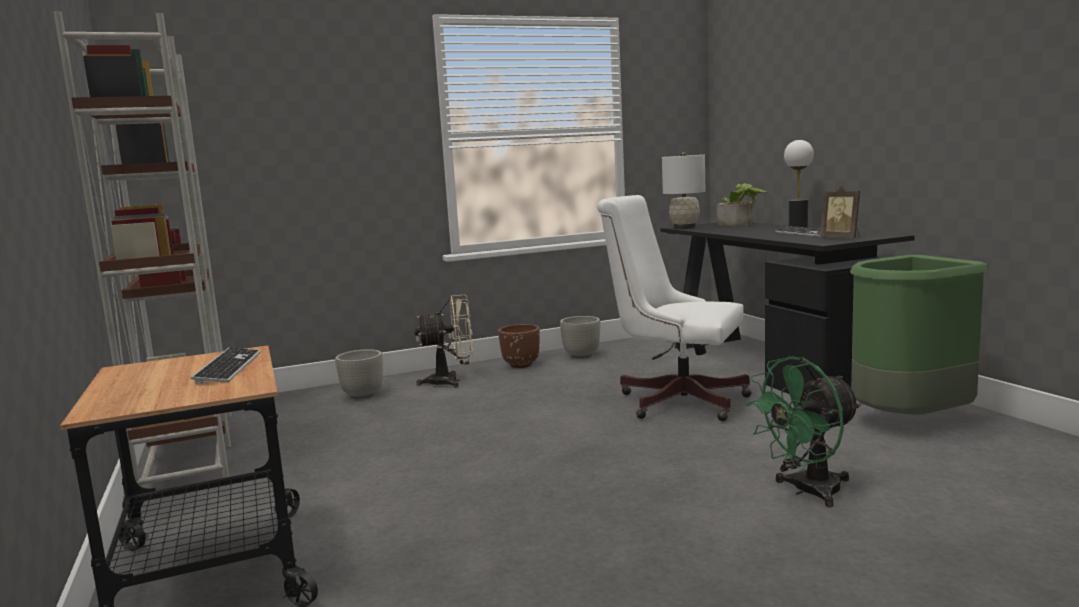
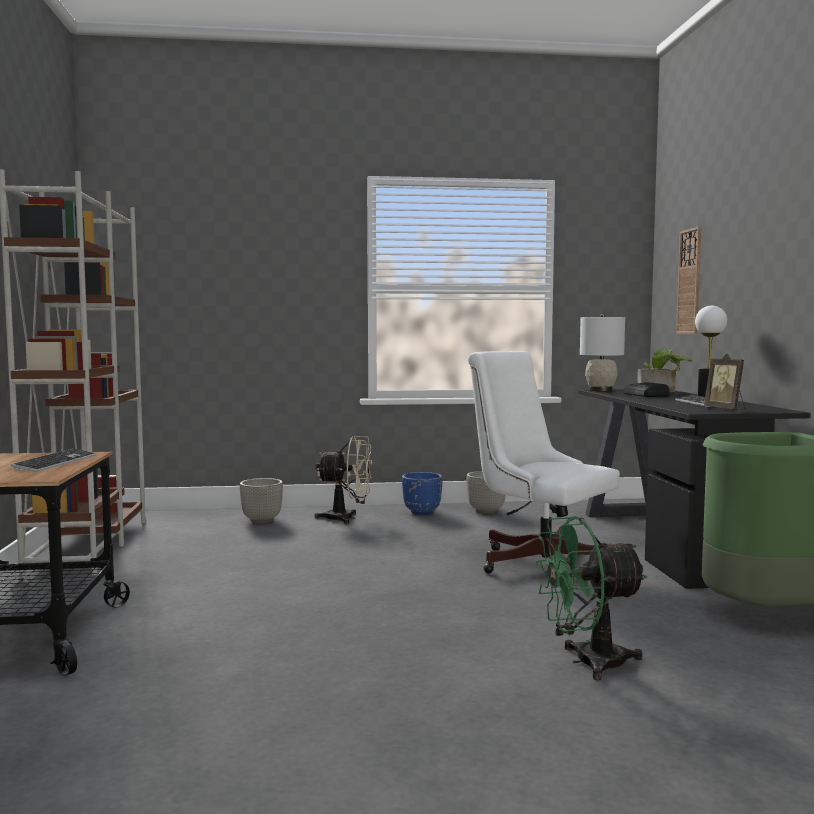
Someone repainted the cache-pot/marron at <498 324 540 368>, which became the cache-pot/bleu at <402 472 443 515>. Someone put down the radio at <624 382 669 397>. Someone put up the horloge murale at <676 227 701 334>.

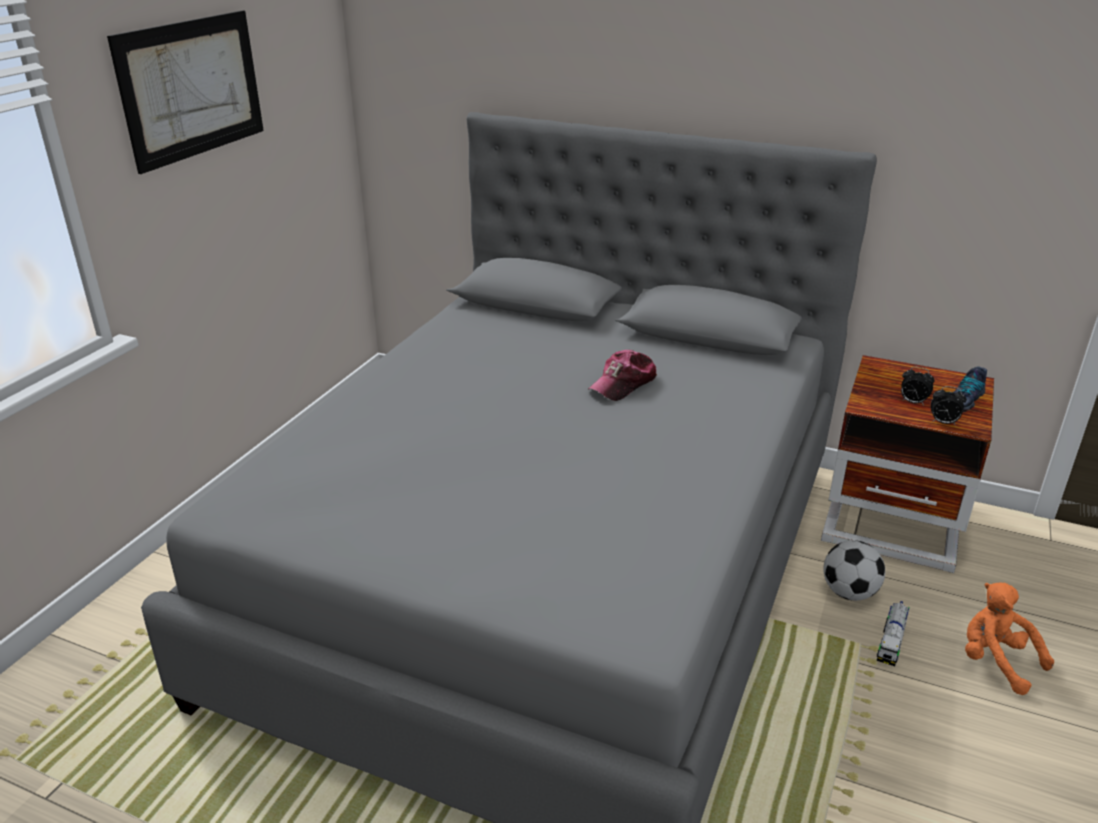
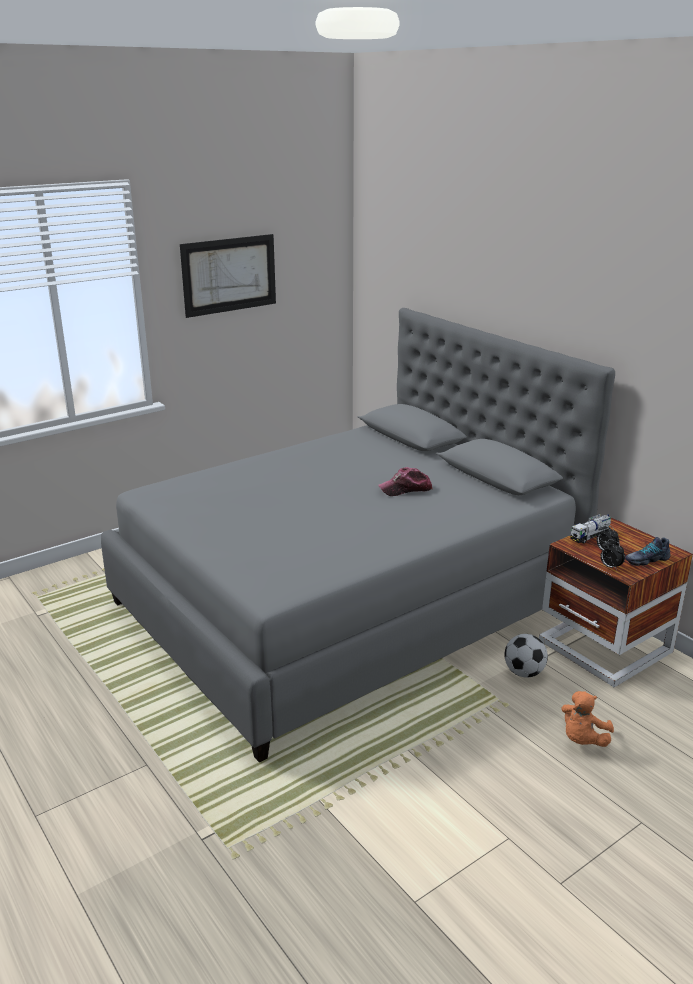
Someone carried the camion jouet from <877 601 909 666> to <570 513 611 544>. Someone rotated the peluche/orange at <965 582 1054 695> by 135 degrees counterclockwise.

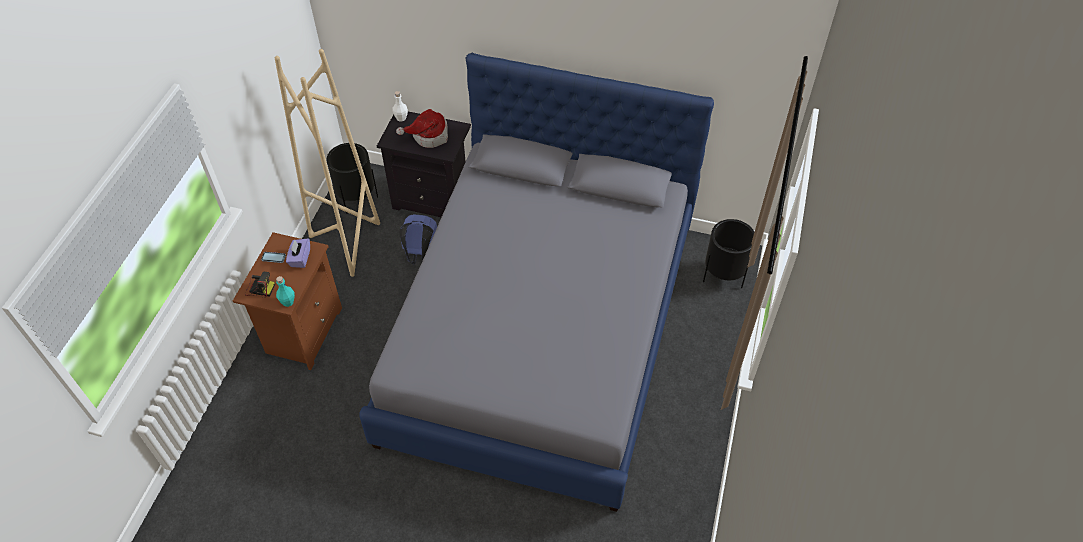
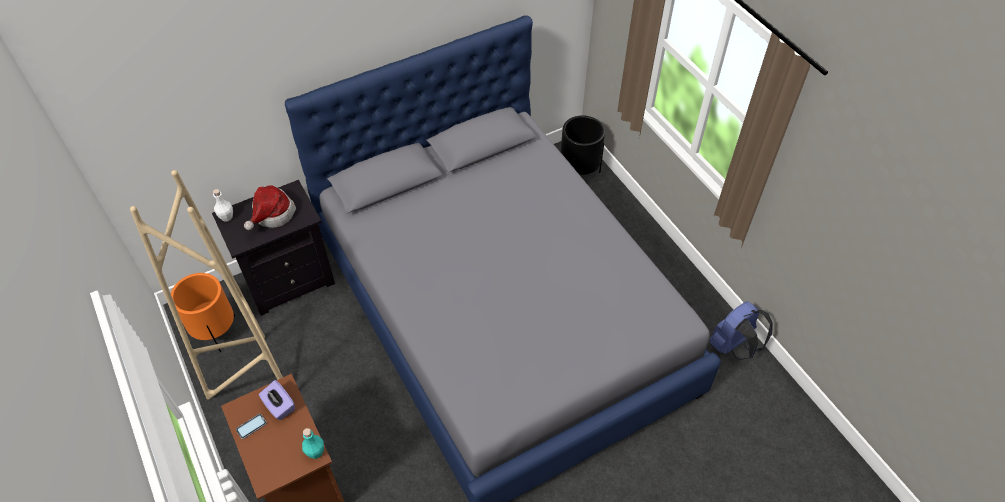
Someone took away the appareil photo at <246 272 275 297>. Someone repainted the cache-pot/noir at <327 143 378 214>, which became the cache-pot/orange at <171 273 235 352>. Someone carried the sac à dos/bleu from <399 214 437 264> to <709 301 773 360>.

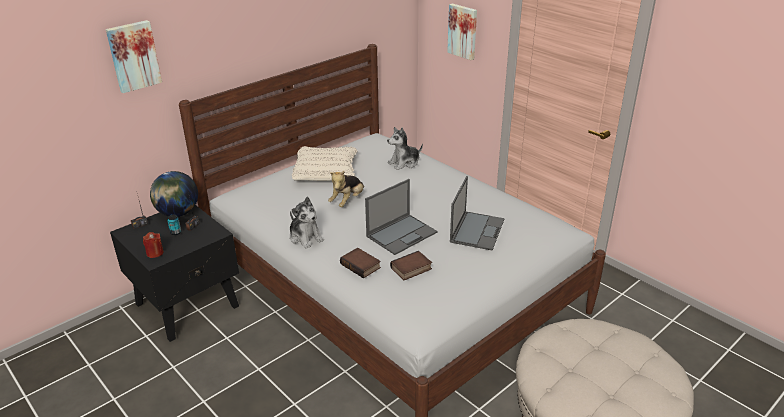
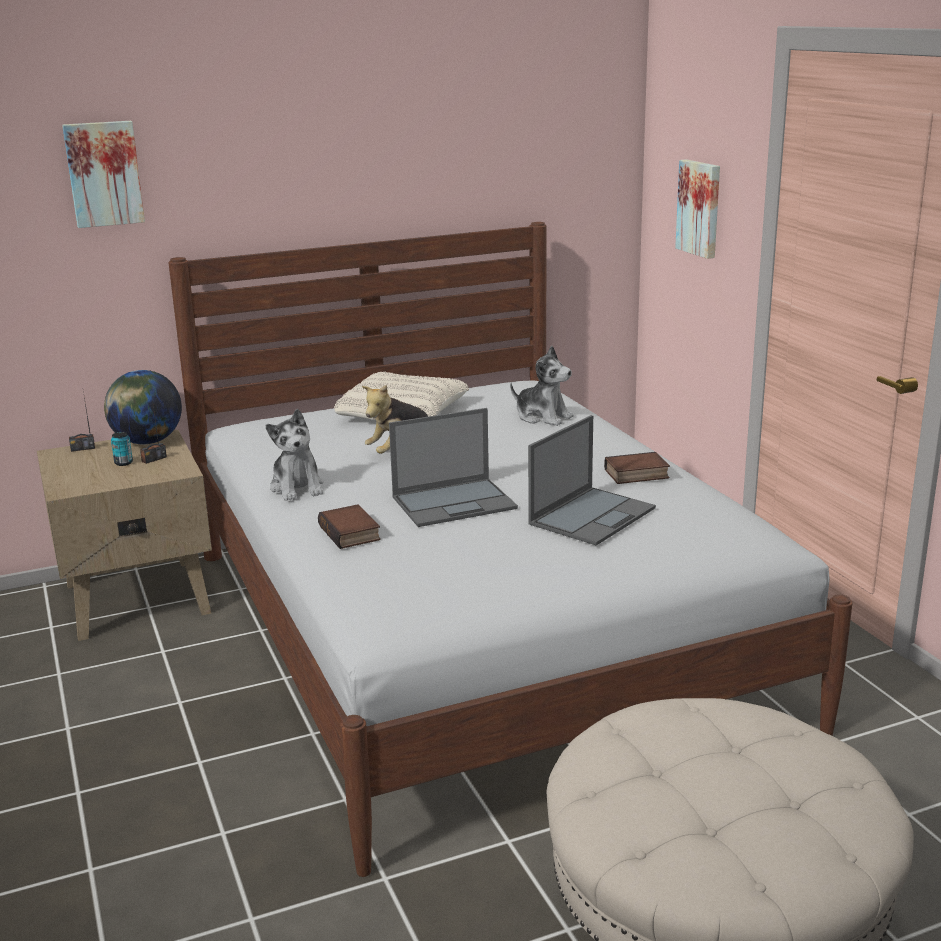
Someone repainted the table de chevet/noir at <110 205 239 342>, which became the table de chevet/beige at <37 430 212 641>. Someone took away the bougie/rouge at <143 232 164 258>. Someone rotated the peluche at <387 127 423 170> by 135 degrees counterclockwise. Someone carried the livre from <390 251 432 280> to <604 452 670 484>.

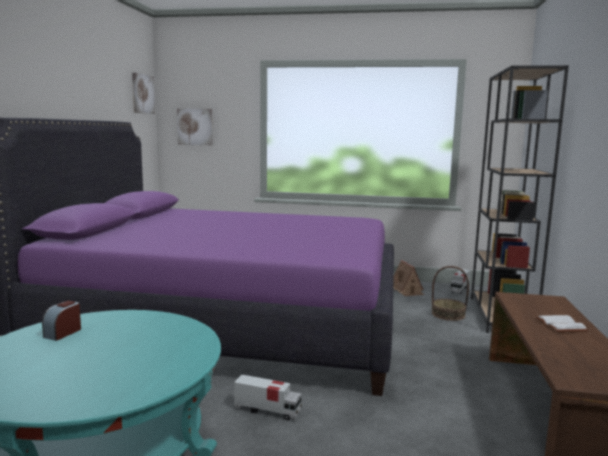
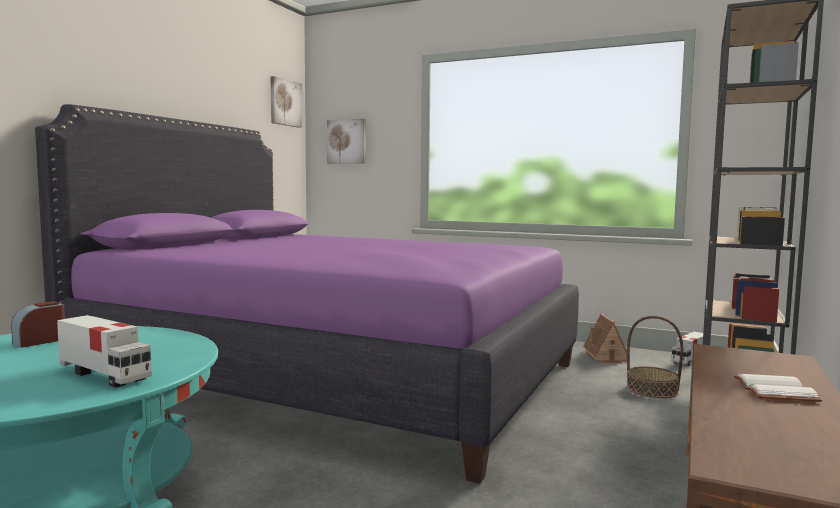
Someone carried the camion jouet from <234 375 302 420> to <57 315 152 388>.

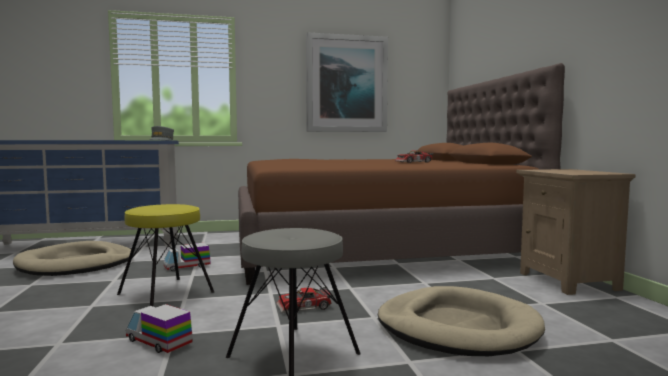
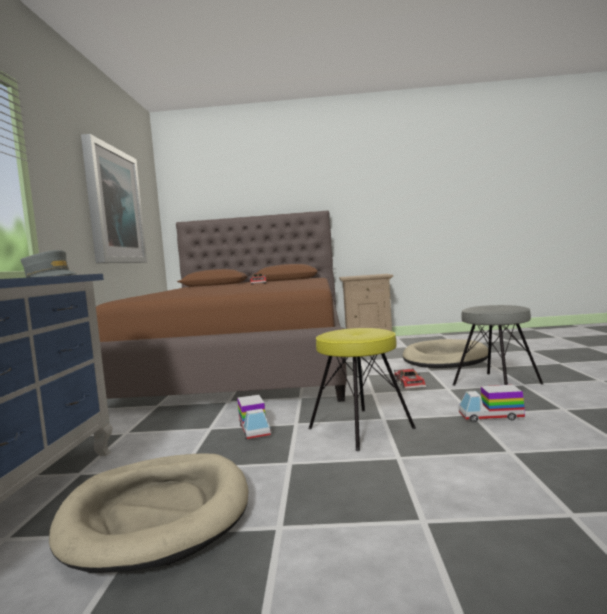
Someone rotated the camion jouet at <126 304 192 353> by 45 degrees clockwise.

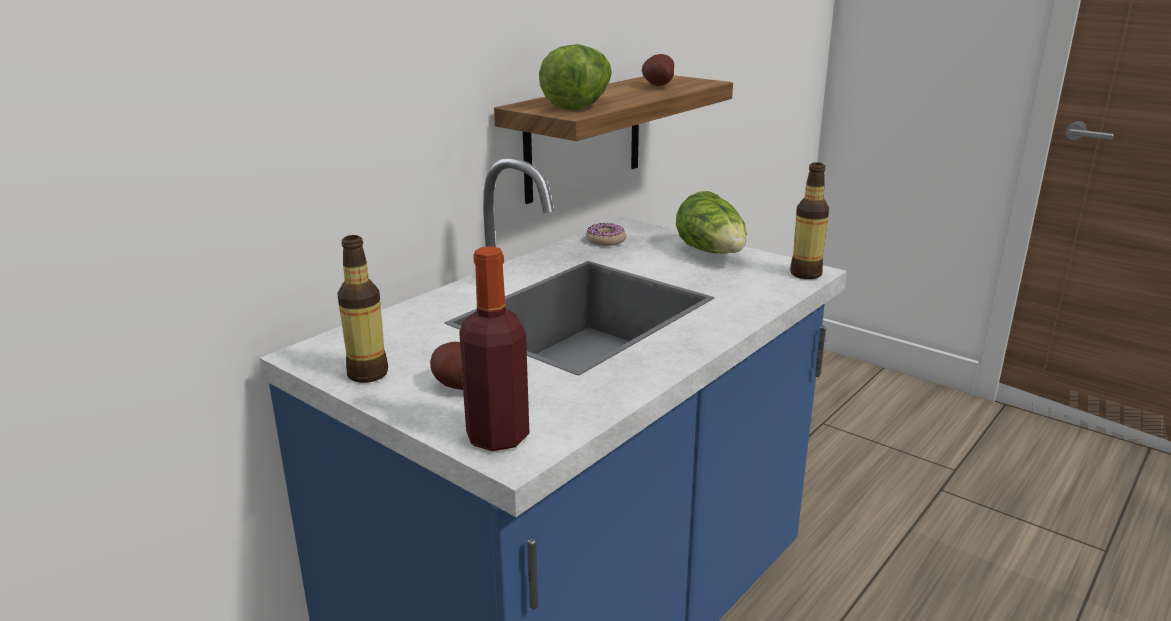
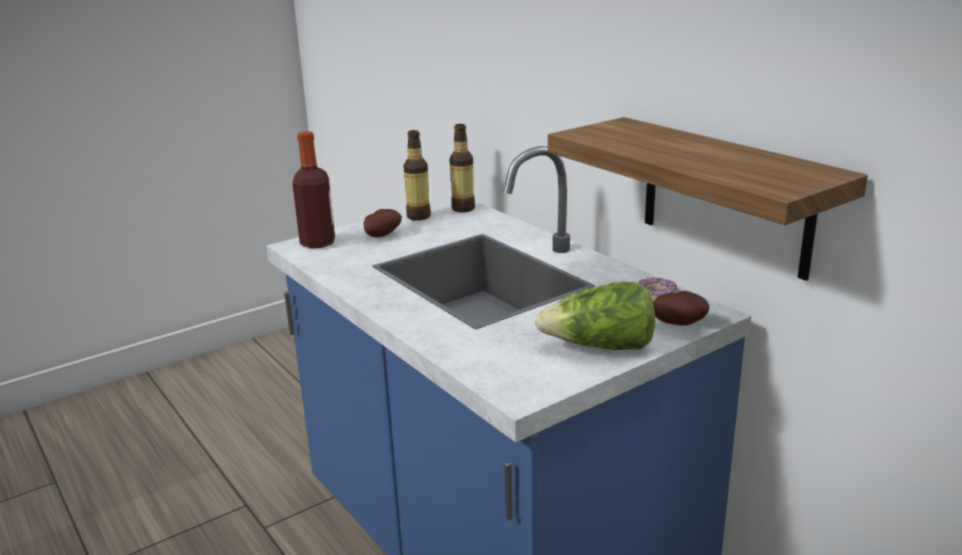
Someone took away the laitue at <539 44 612 110>. Someone carried the pomme de terre from <642 54 674 86> to <653 291 710 326>. Someone carried the bouteille from <790 162 829 279> to <449 124 475 212>.

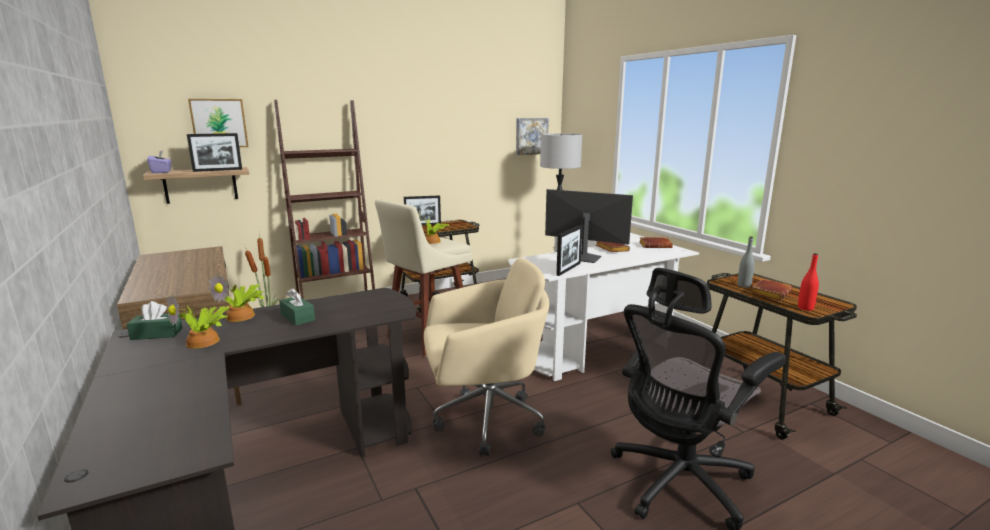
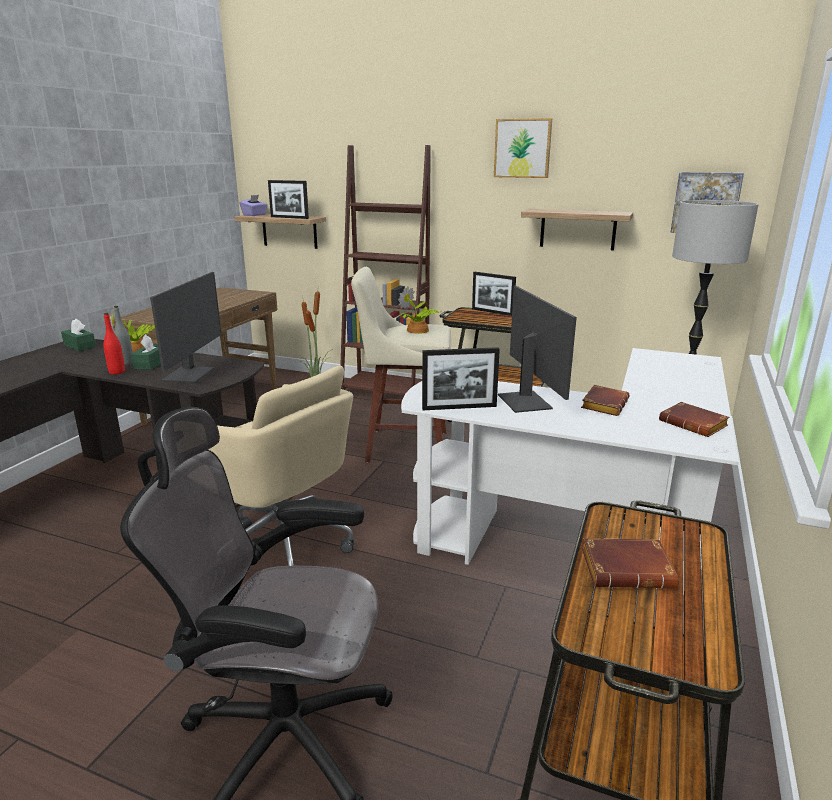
Someone took away the plante en pot at <167 294 229 349>. Someone carried the tableau from <188 99 248 147> to <494 118 552 178>. Someone carried the bouteille/gris from <738 236 755 288> to <114 306 133 365>. Someone carried the bouteille/rouge from <798 253 819 311> to <103 313 125 375>. Someone put down the écran d'ordinateur at <150 272 222 383>. Someone put up the étagère at <521 209 633 250>.

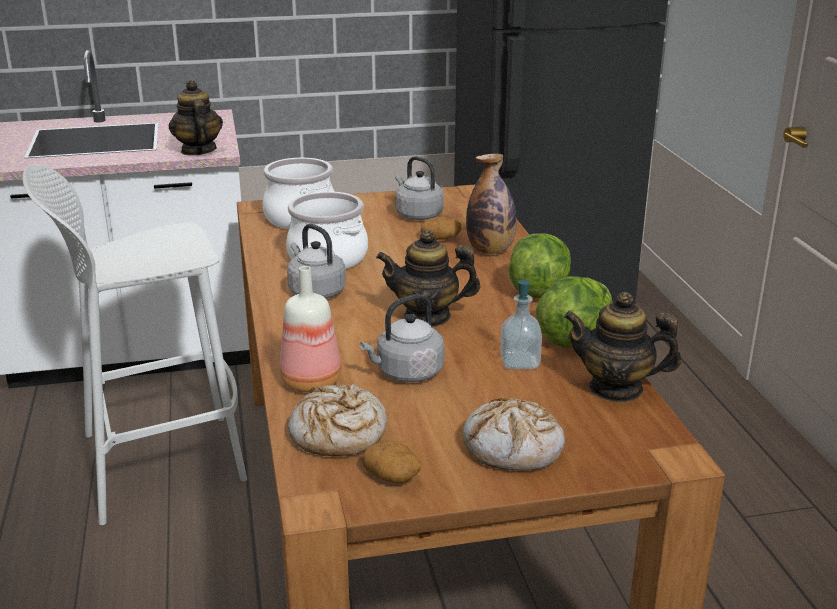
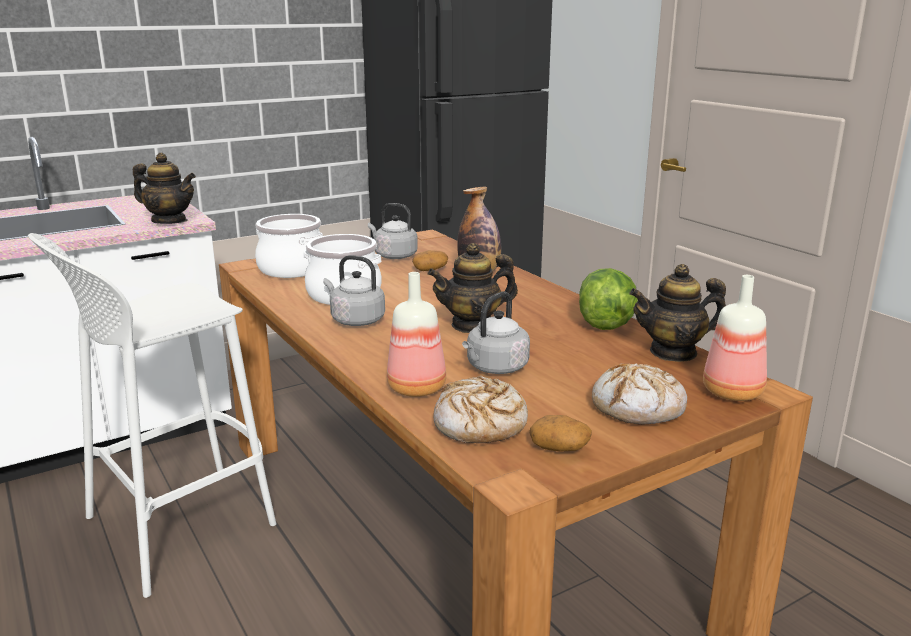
Someone rotated the théière at <169 80 223 156> by 150 degrees clockwise. Someone took away the distributeur de savon at <500 280 542 370>. Someone took away the laitue at <509 233 571 298>. Someone put down the bouteille at <703 275 767 401>.

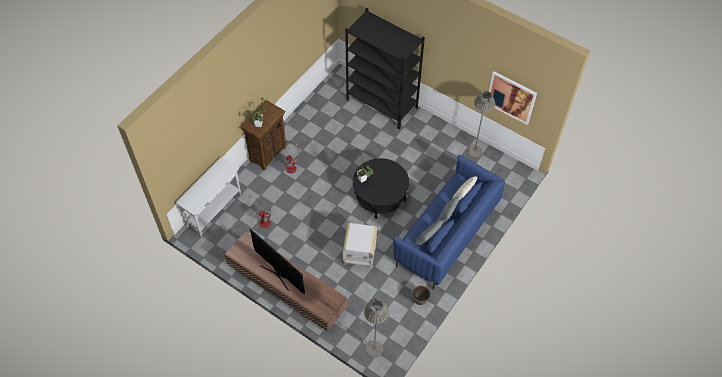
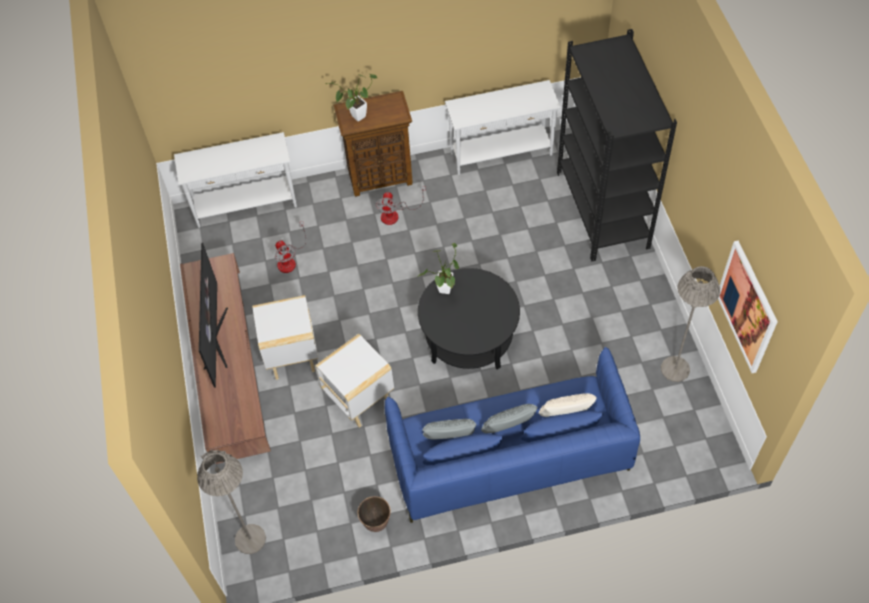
Someone put down the table d'appoint/blanc at <252 295 318 380>. Someone put down the table console/blanc at <445 80 561 175>.

